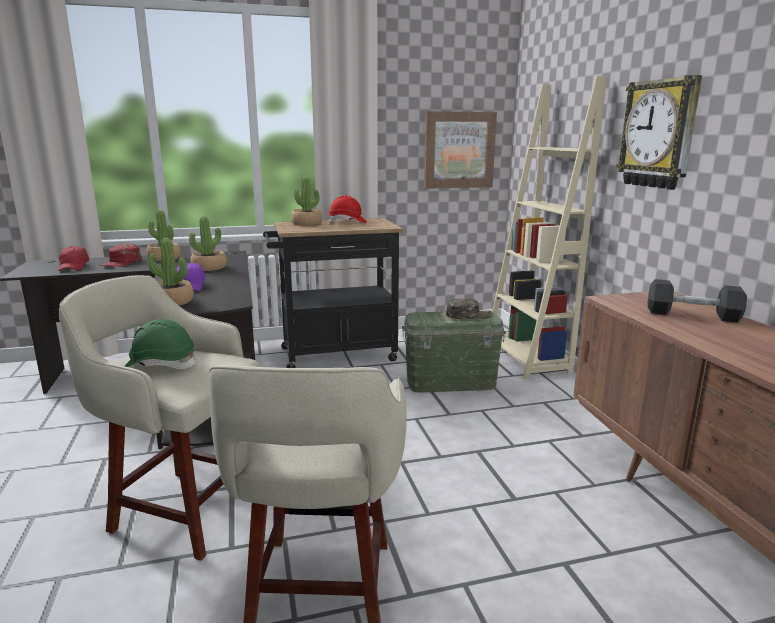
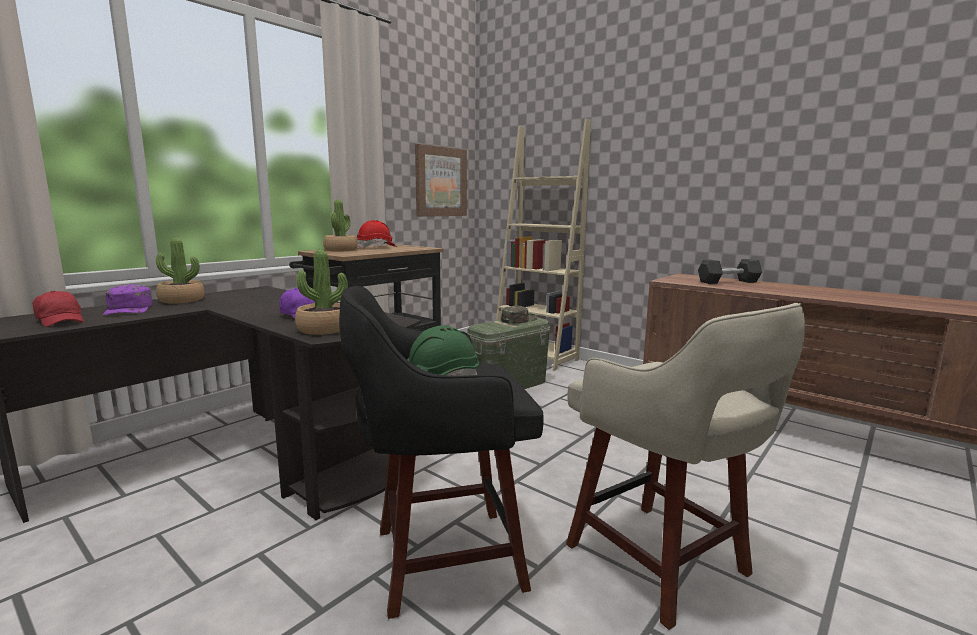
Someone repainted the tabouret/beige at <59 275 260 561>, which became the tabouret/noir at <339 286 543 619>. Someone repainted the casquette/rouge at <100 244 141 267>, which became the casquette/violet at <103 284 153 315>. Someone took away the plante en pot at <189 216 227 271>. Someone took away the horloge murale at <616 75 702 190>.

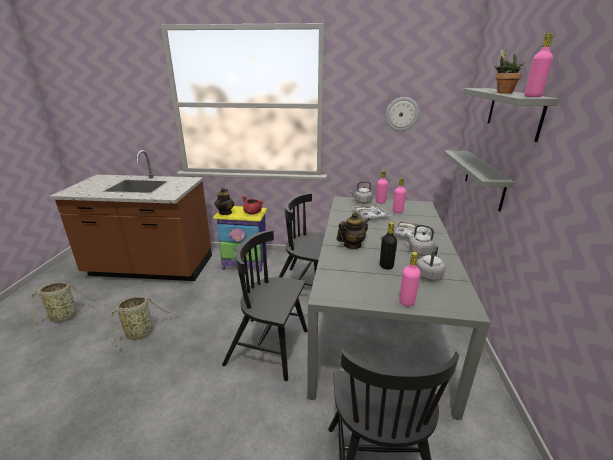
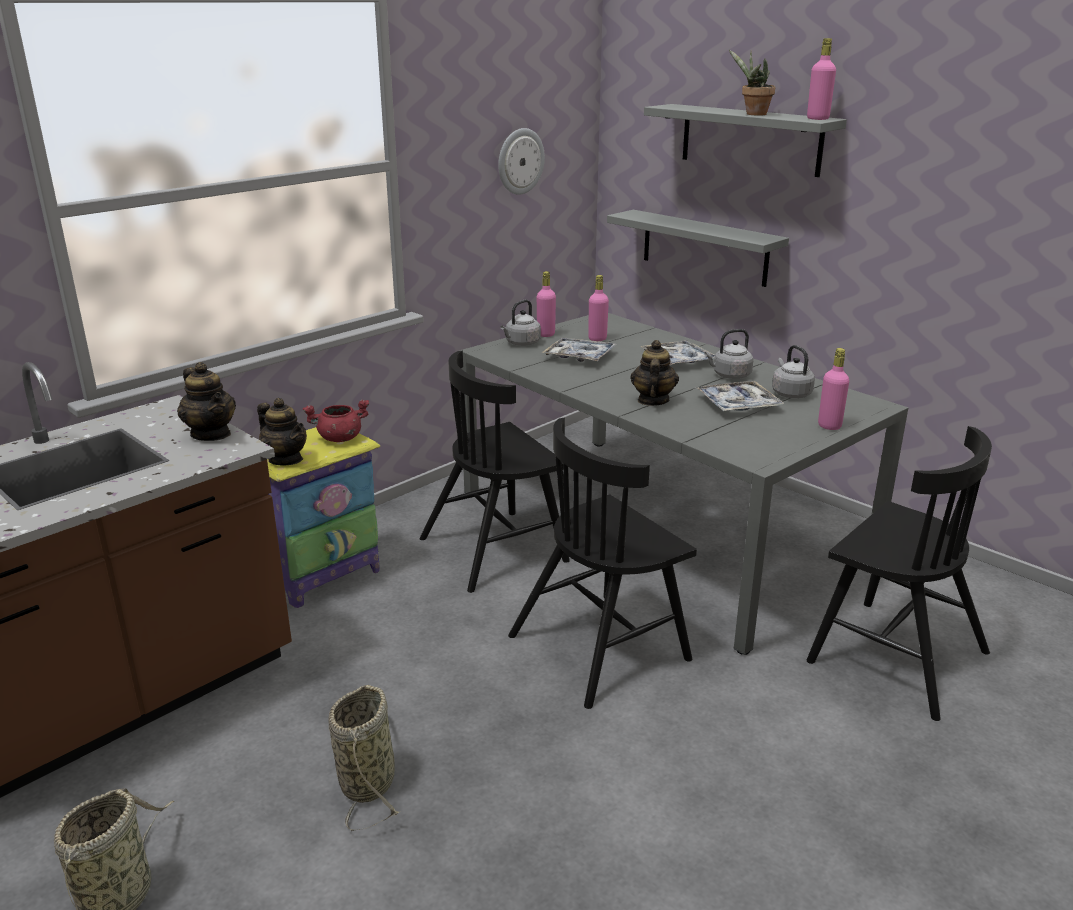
Someone swapped the bouteille/noir at <380 222 397 270> for the plateau at <697 381 784 411>. Someone put down the théière at <177 362 236 441>.

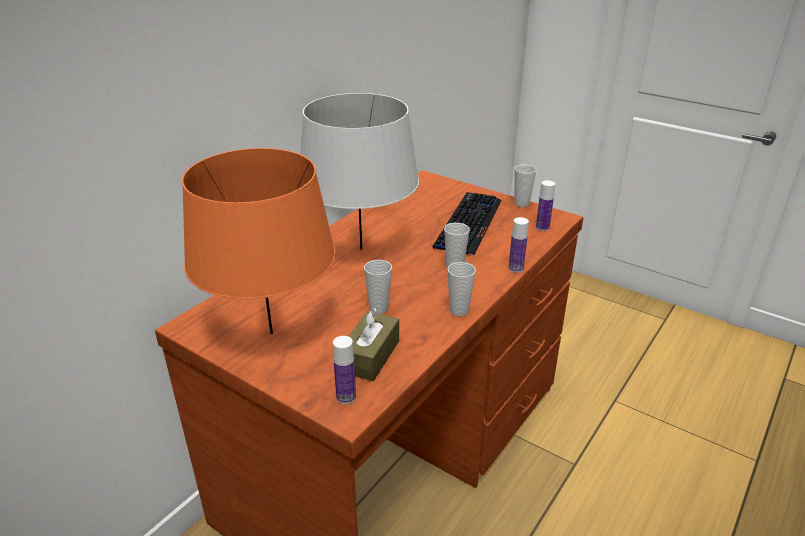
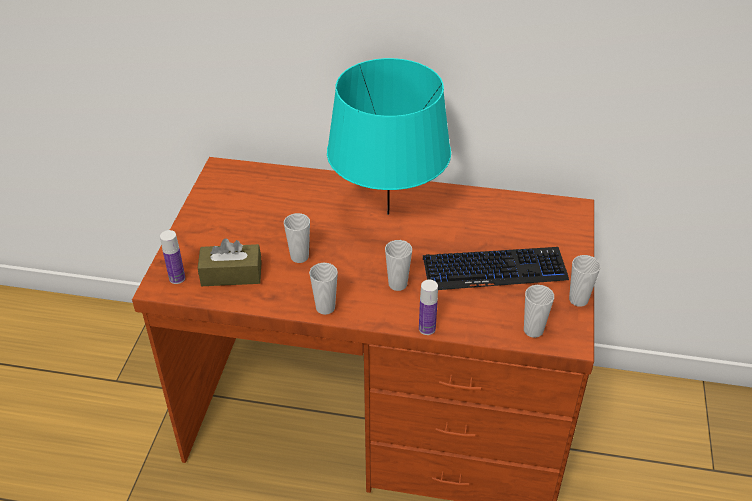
Someone took away the lampe de table/orange at <182 148 336 334>. Someone repainted the lampe de table/gris at <300 93 419 250>, which became the lampe de table/turquoise at <327 58 451 215>. Someone swapped the bouteille at <536 180 555 231> for the tasse at <524 285 554 338>.

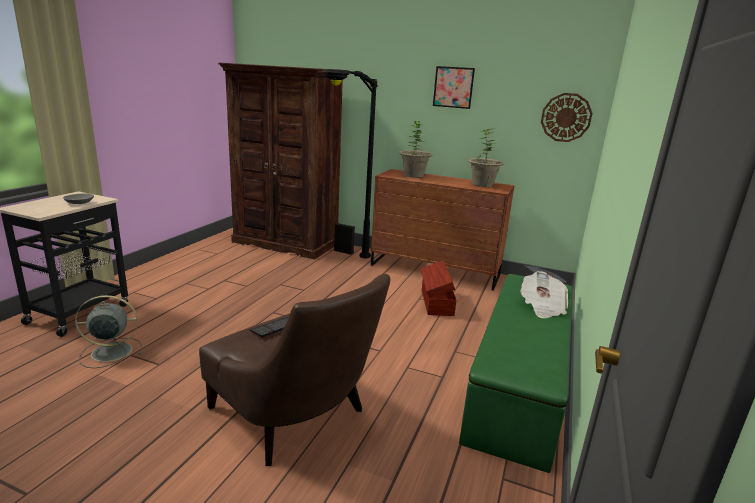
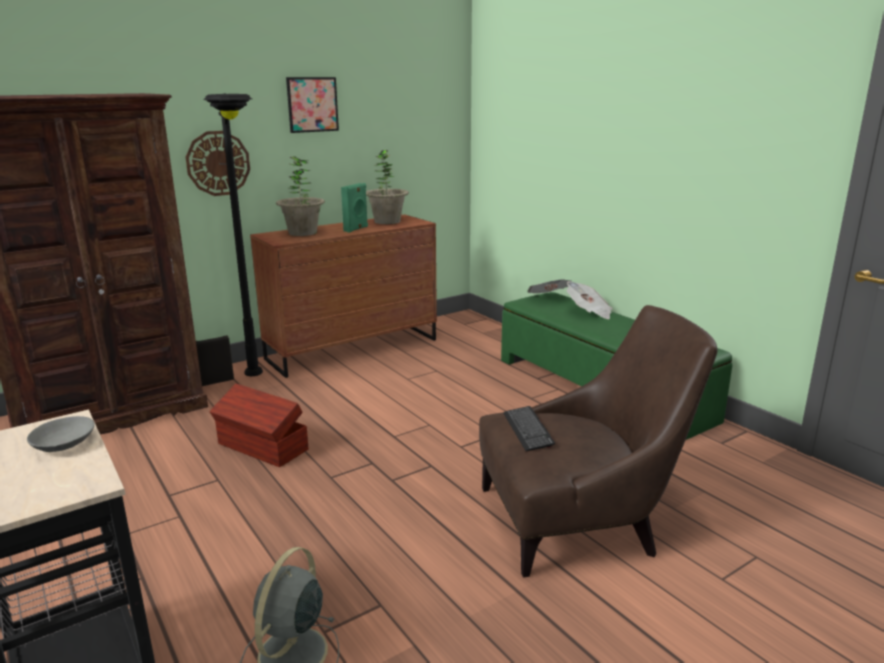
Someone carried the boîte de rangement/marron from <421 260 456 316> to <209 384 309 467>. Someone carried the horloge murale from <541 93 593 142> to <185 131 250 196>. Someone put down the enceinte/vert at <341 183 368 233>.

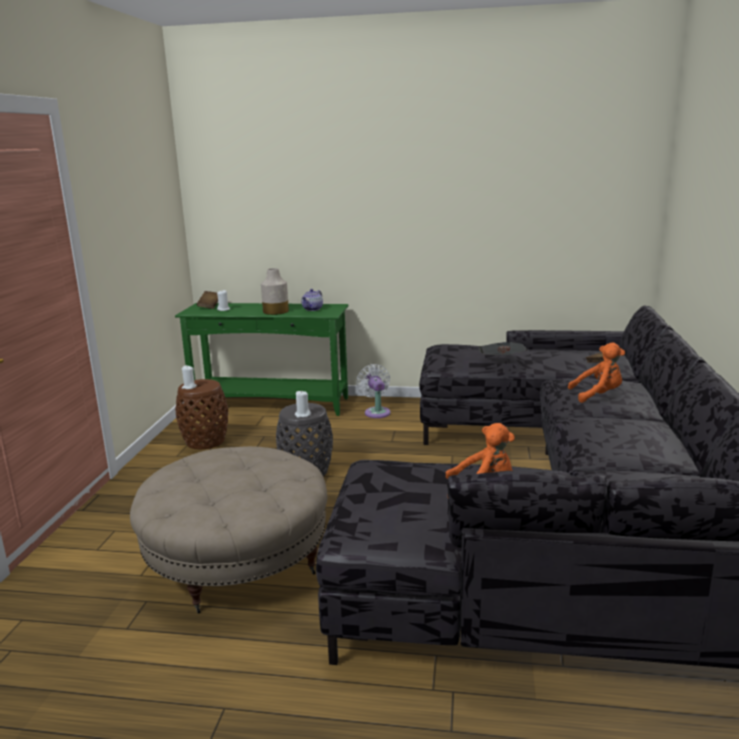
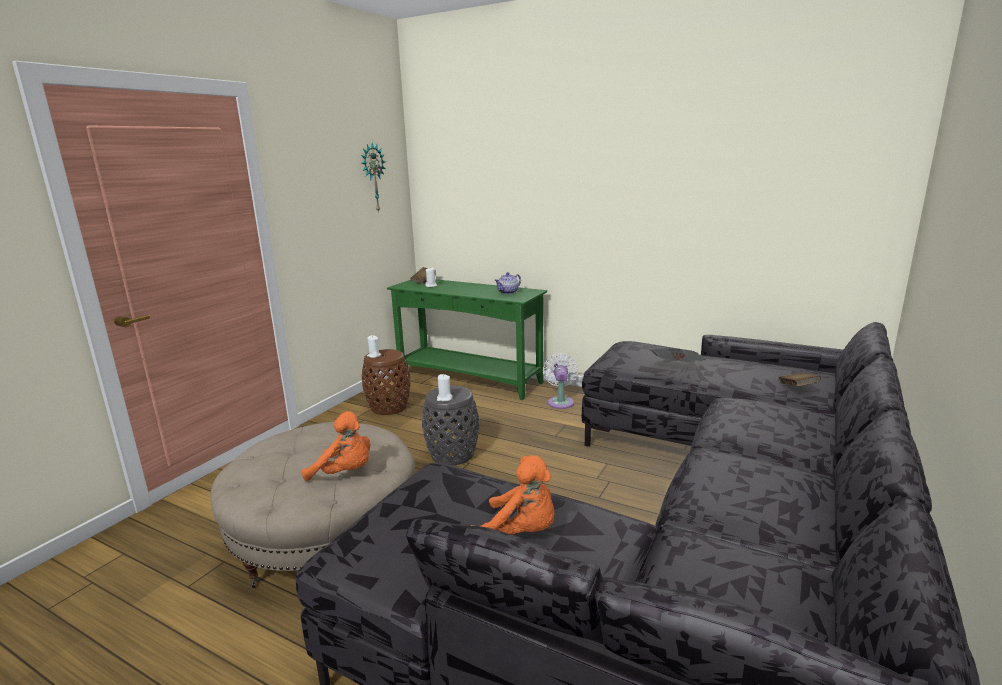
Someone took away the vase/beige at <261 268 289 315>. Someone carried the peluche/orange from <568 343 625 403> to <302 411 370 481>. Someone put up the horloge murale at <361 143 386 213>.

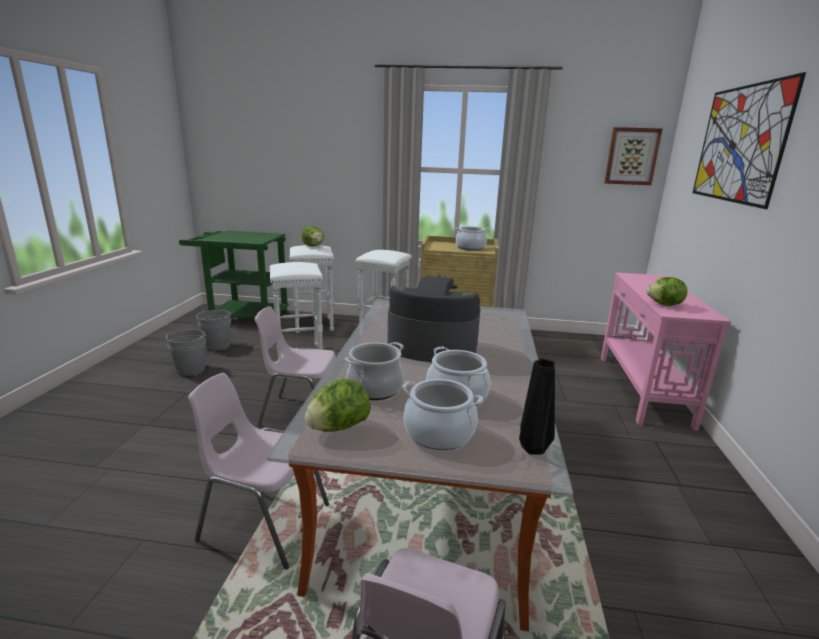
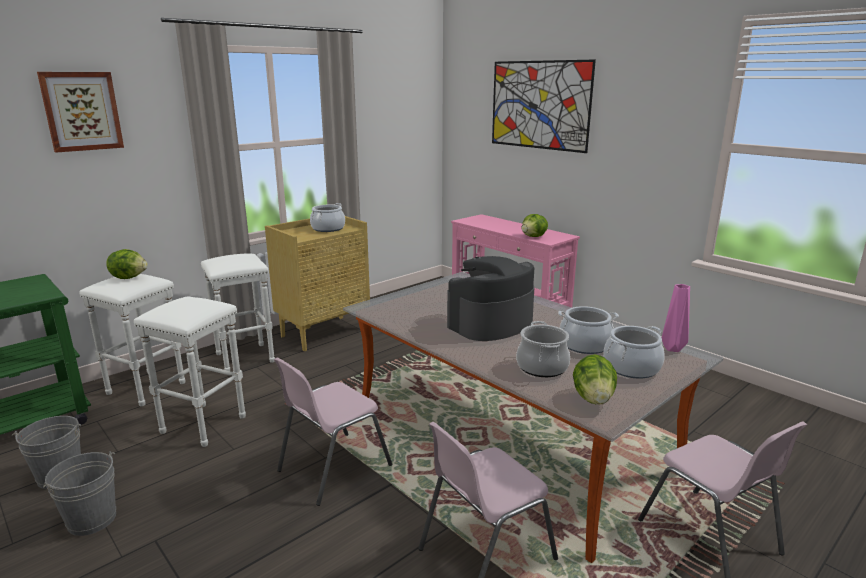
Someone repainted the vase/noir at <519 359 555 454>, which became the vase/rose at <662 284 690 352>. Someone carried the tableau from <604 127 662 185> to <37 72 124 153>.

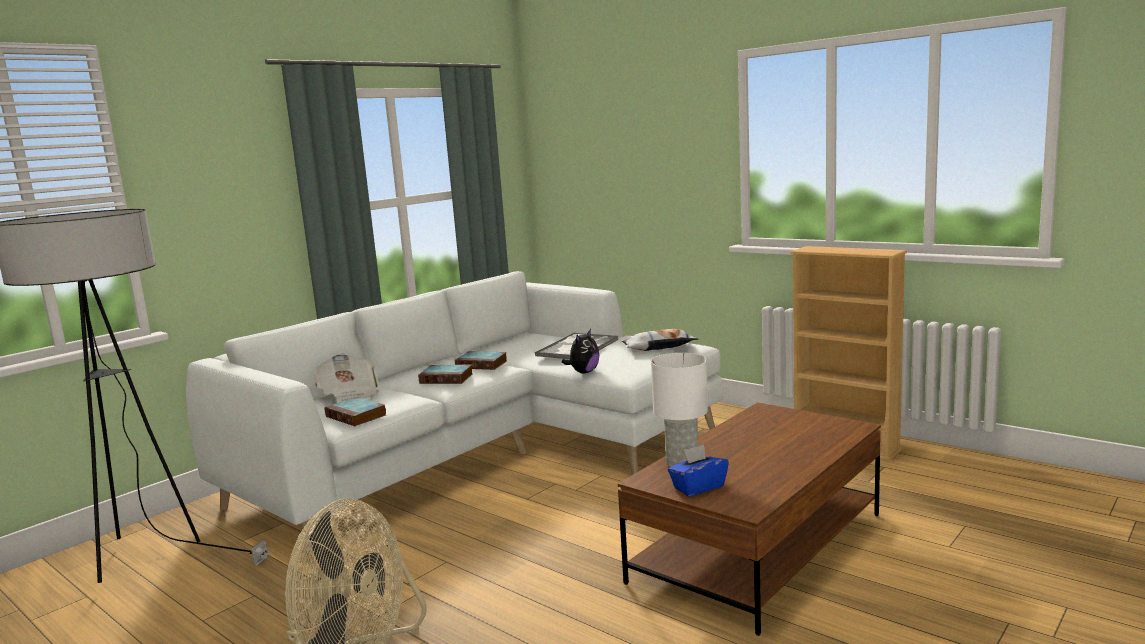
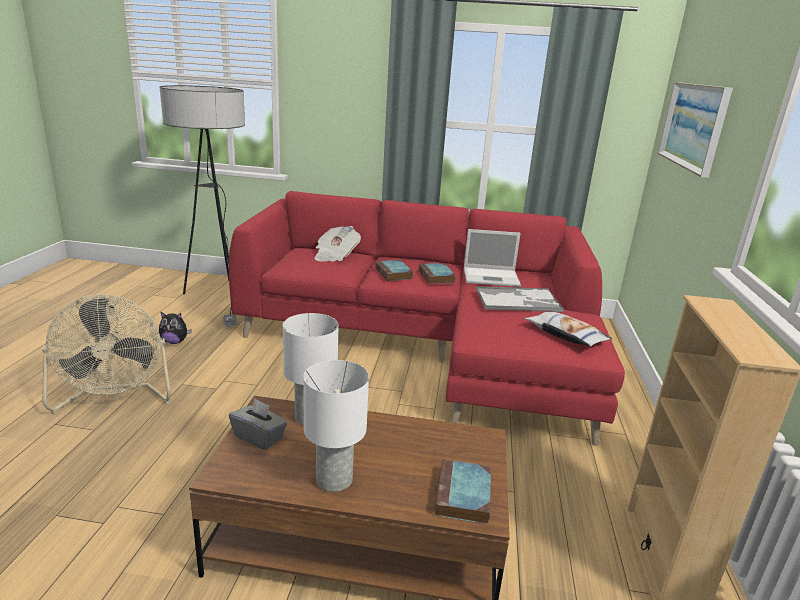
Someone repainted the canapé/blanc at <186 271 723 556>, which became the canapé/rouge at <228 191 625 446>. Someone carried the livre from <324 397 386 426> to <435 459 491 525>. Someone carried the peluche from <562 329 599 373> to <159 312 192 344>. Someone repainted the boîte à mouchoirs/bleu at <668 445 729 496>, which became the boîte à mouchoirs/gris at <229 398 288 450>. Someone put down the lampe de table/blanc at <303 360 369 492>. Someone put down the ordinateur portable at <464 229 521 287>. Someone put up the tableau at <658 82 733 178>.

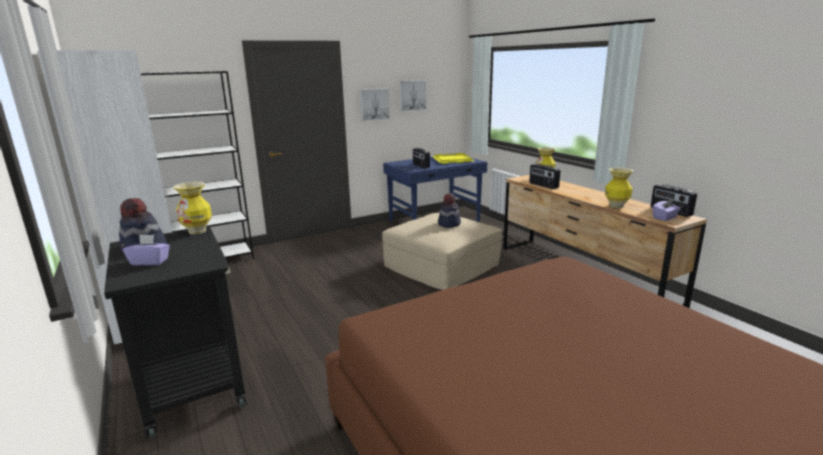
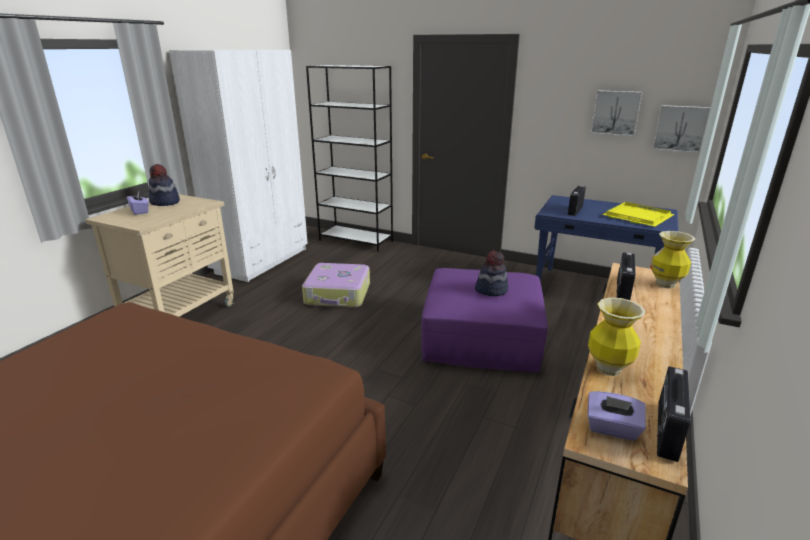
Someone repainted the chariot/noir at <104 226 248 439>, which became the chariot/beige at <85 194 234 317>. Someone took away the vase at <173 182 212 234>. Someone carried the tableau from <360 88 390 121> to <652 105 711 153>. Someone repainted the pouf/beige at <382 213 502 290>, which became the pouf/violet at <421 268 548 373>. Someone put down the valise at <302 263 370 308>.

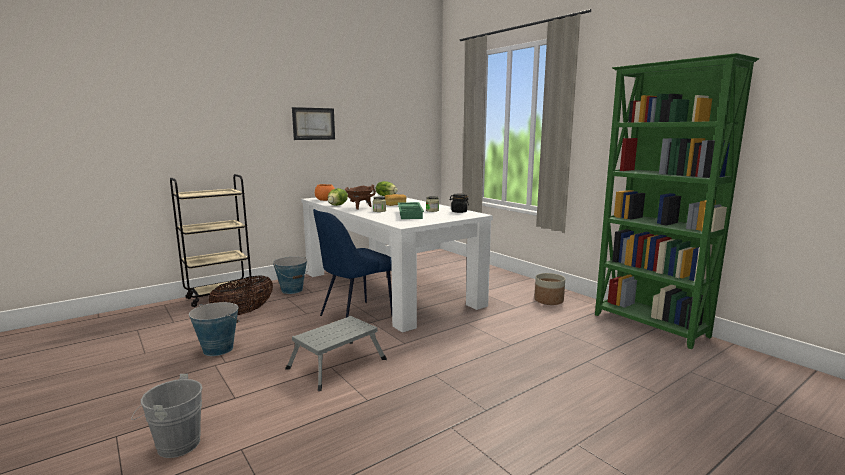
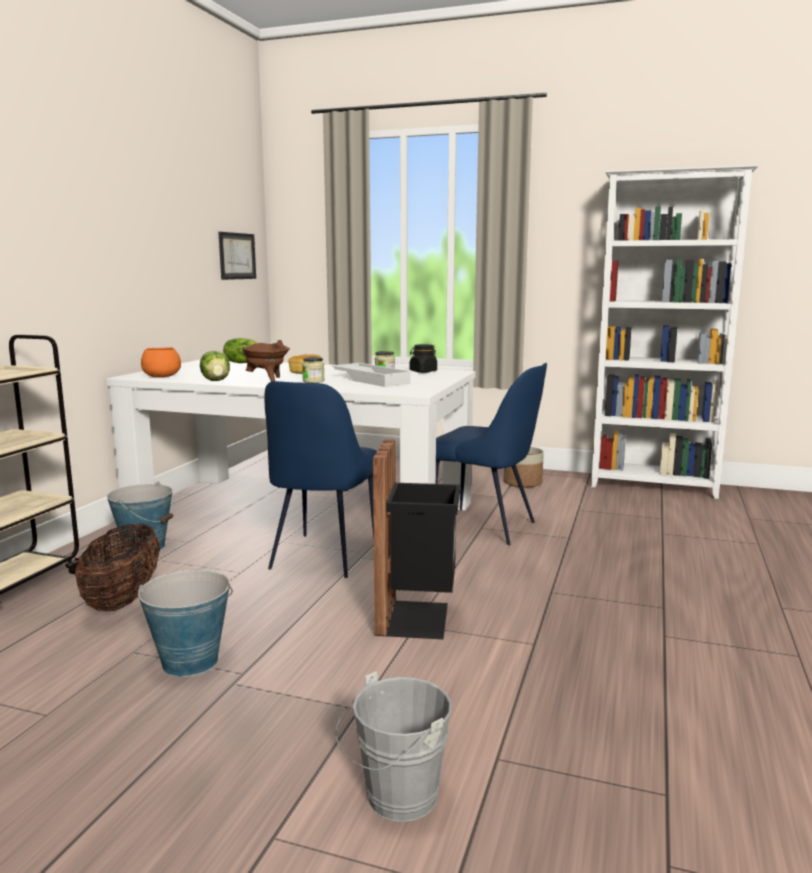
Someone swapped the escabeau/gris at <285 316 387 391> for the poubelle/noir at <373 439 460 639>. Someone carried the tableau from <292 107 335 140> to <218 232 256 280>. Someone repainted the plateau/vert at <398 202 424 219>, which became the plateau/blanc at <332 363 413 387>. Someone repainted the bibliothèque/vert at <595 53 759 349>, which became the bibliothèque/blanc at <591 165 759 499>. Someone put down the chaise/bleu at <436 363 547 545>.

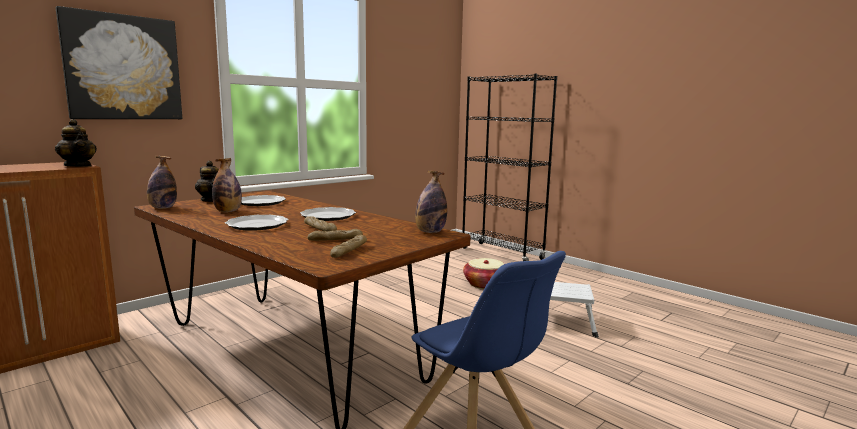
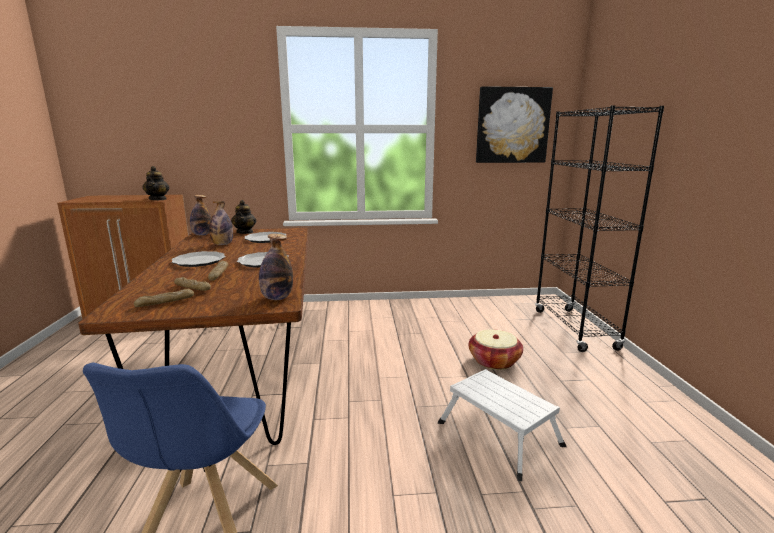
Someone carried the tableau from <56 6 182 119> to <476 86 553 163>.

